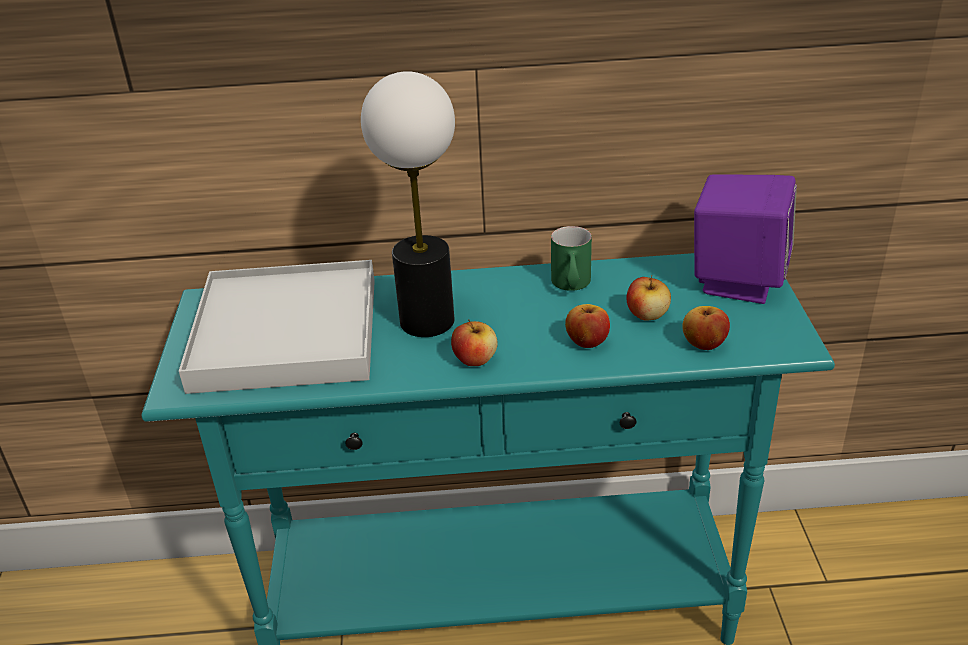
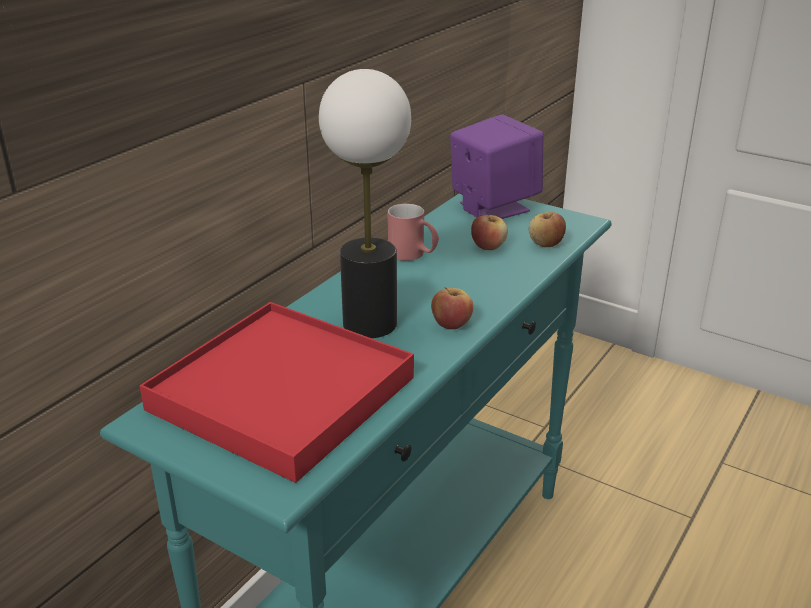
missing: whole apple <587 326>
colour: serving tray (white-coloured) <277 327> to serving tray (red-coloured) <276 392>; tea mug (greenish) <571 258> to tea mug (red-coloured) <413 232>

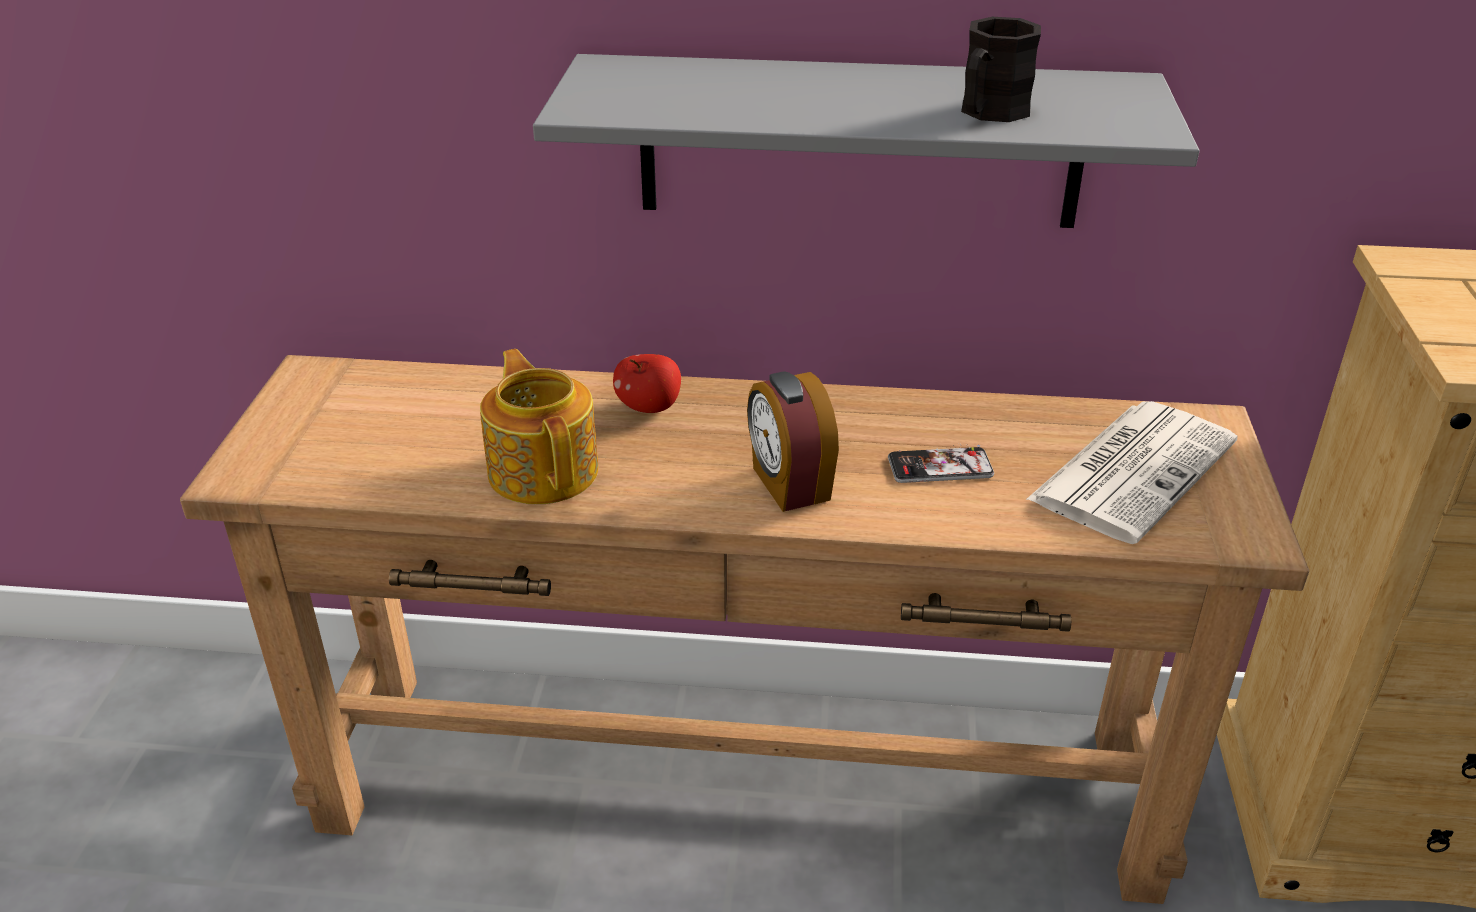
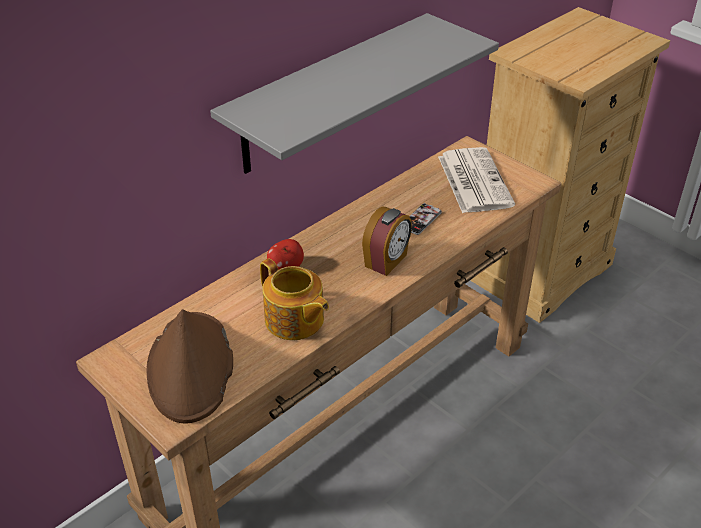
missing: tea mug (black) <1001 69>
appeared: wearable hat (brownish) <189 366>
spun: tea pot <539 426> = <294 299> 150 degrees counterclockwise; bedside clock <793 441> = <387 241> 75 degrees counterclockwise

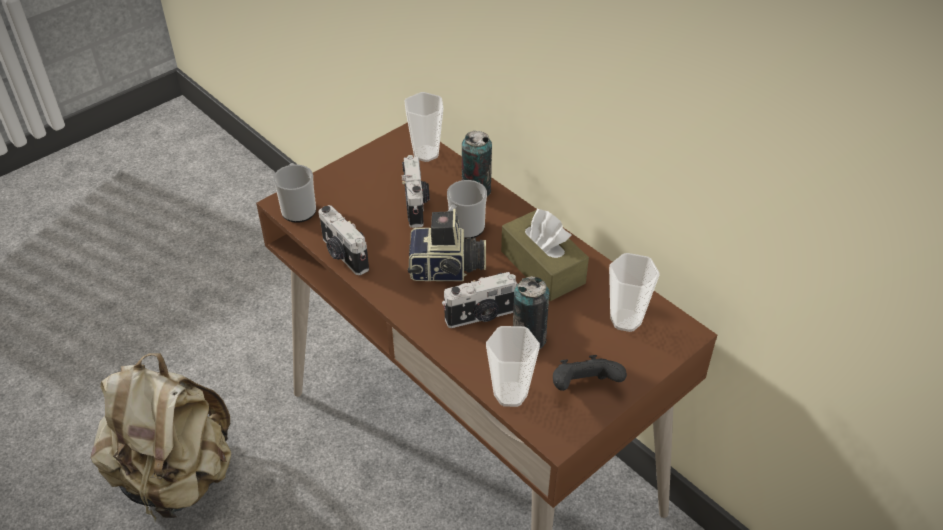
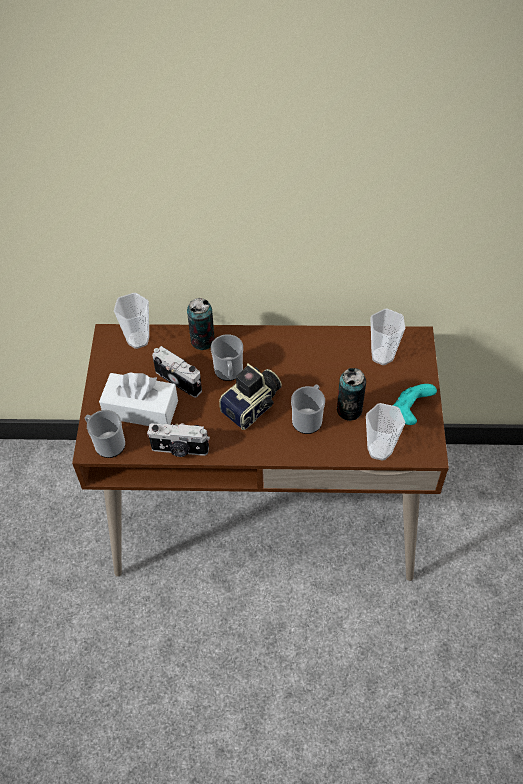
missing: rucksack (beige) <160 438>; tissue box (brownish) <545 255>
appeared: tissue box (white-coloured) <138 399>
exchanged: photo camera <480 300> to tea mug <308 409>
colour: joypad (black) <590 373> to joypad (blue-green) <414 404>

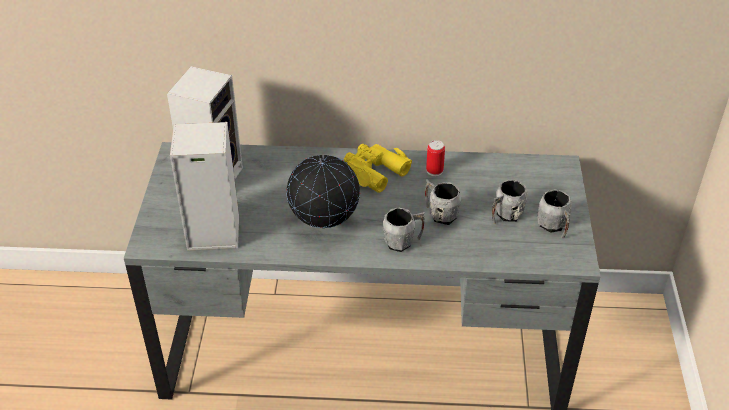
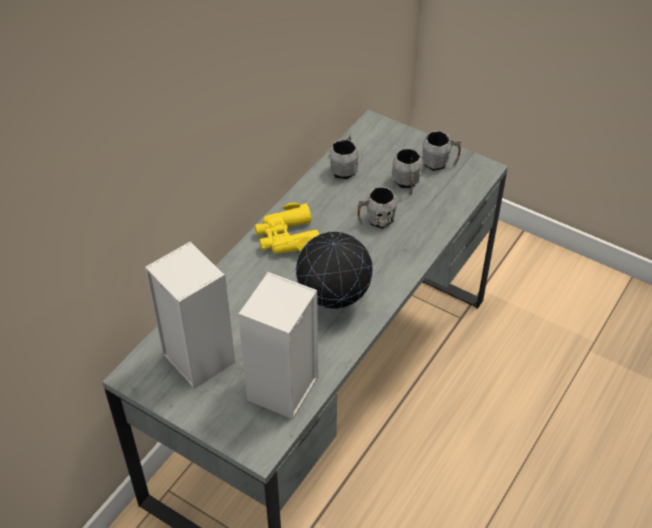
missing: sealed can <435 158>
relocated: tea mug (greyish) <404 229> to <344 155>

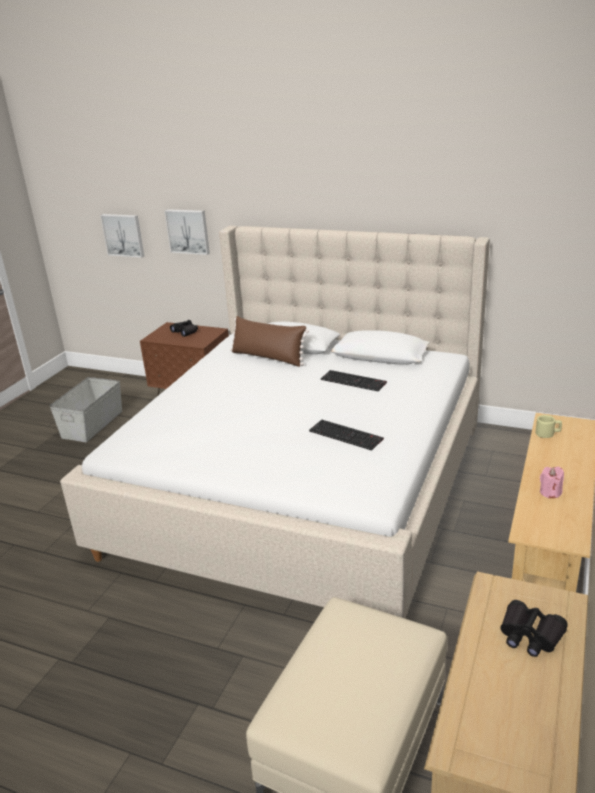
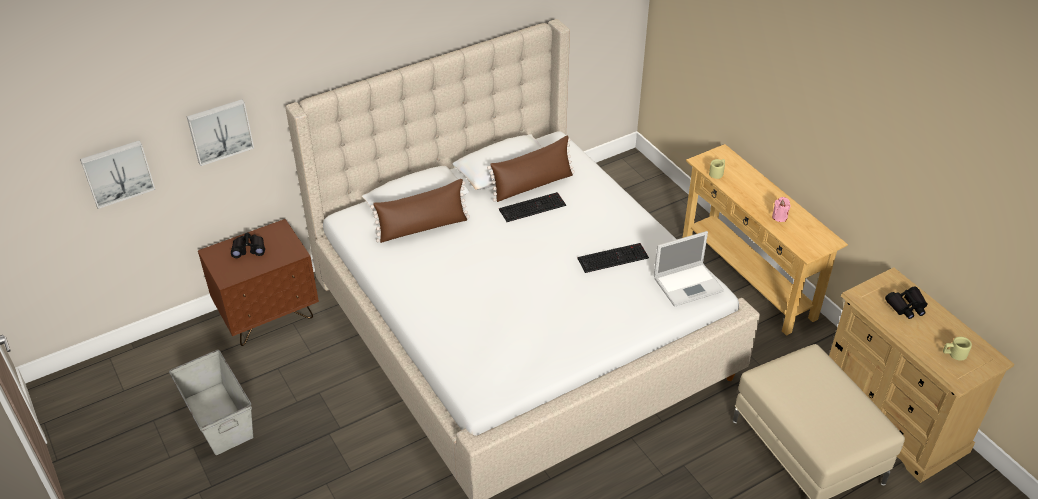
appeared: pillow (brownish) <531 169>; notebook computer <689 269>; tea mug (beige) <957 349>

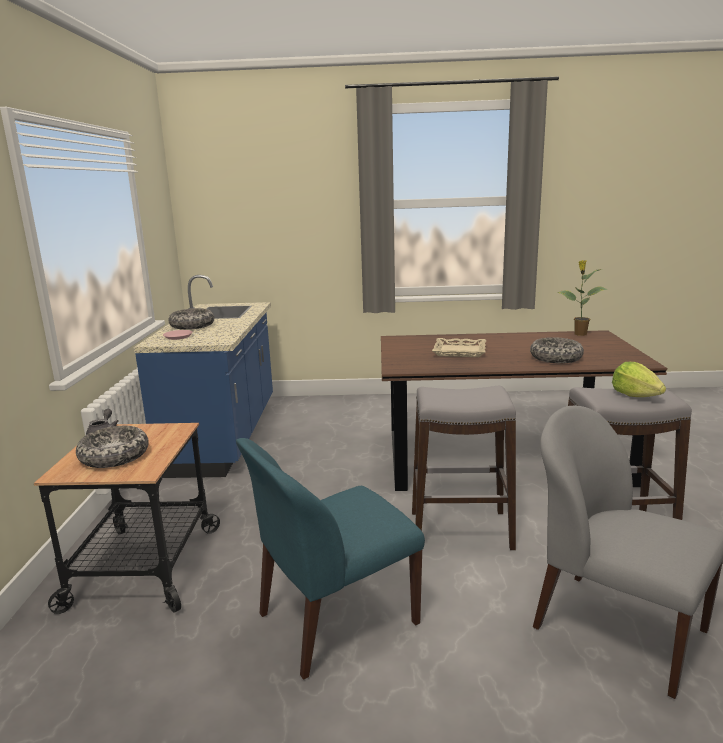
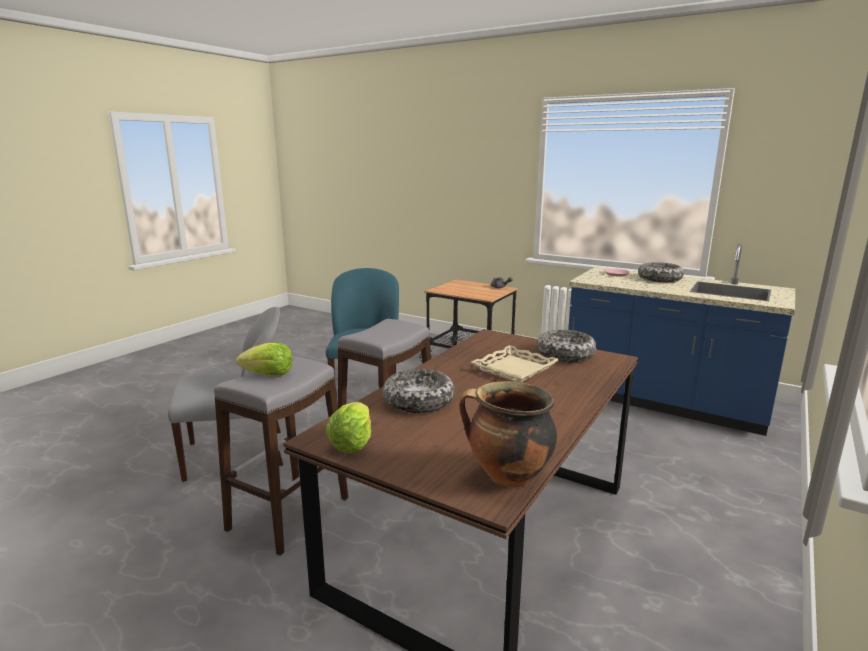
appeared: lettuce head <348 427>
relocated: serving bowl <112 447> to <566 346>
exchanged: houseplant <582 298> to saucepot <508 434>

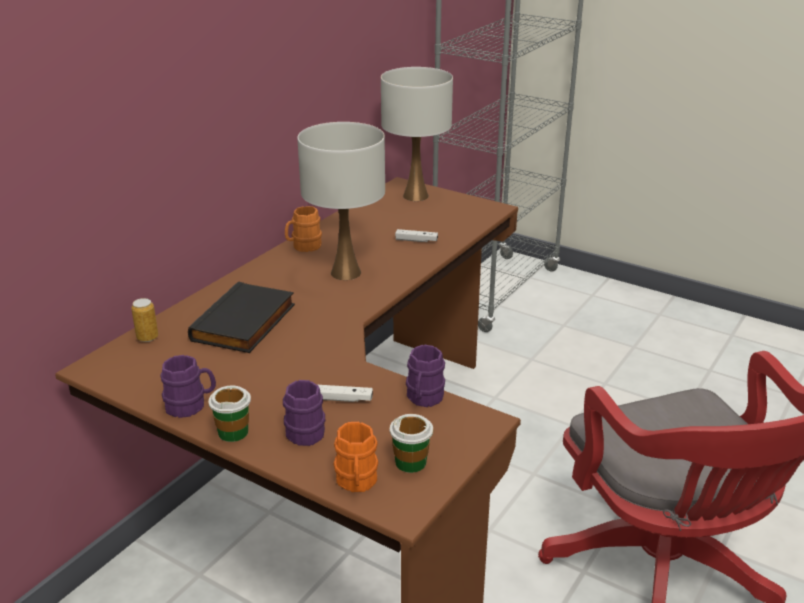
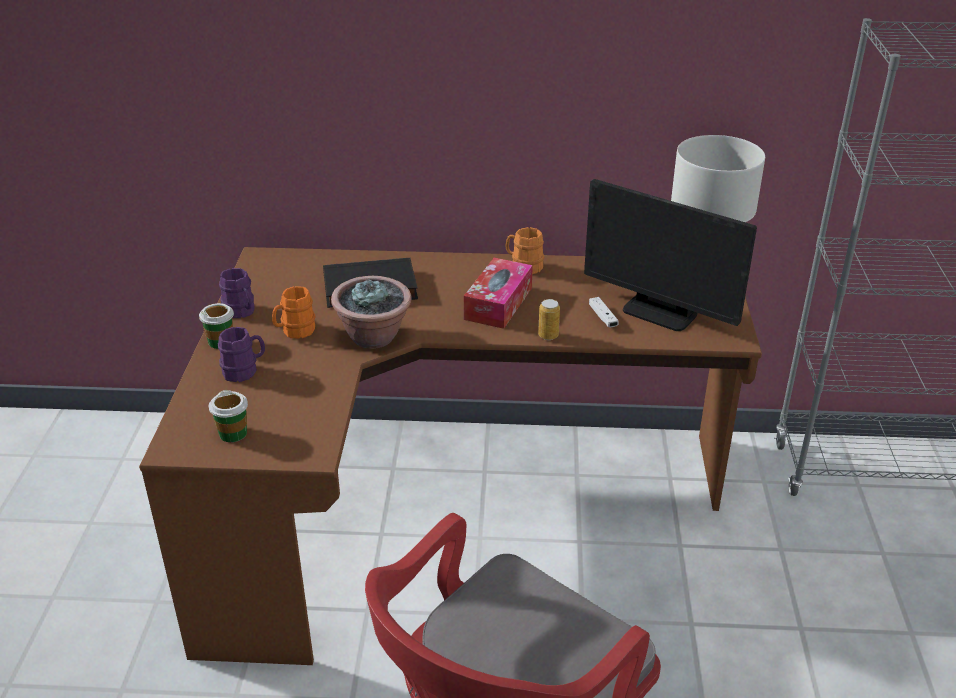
missing: joypad (white-coloured) <345 393>; tea mug (purplish) <425 376>
appeared: houseplant <371 312>; computer display <670 255>
relocated: tea mug (orange) <356 457> to <293 312>; sealed can <144 320> to <549 319>
exchanged: lamp for a table (white-coloured) <341 201> to tissue box <498 293>

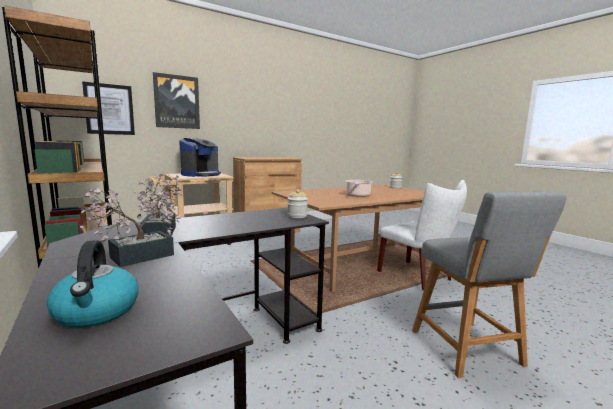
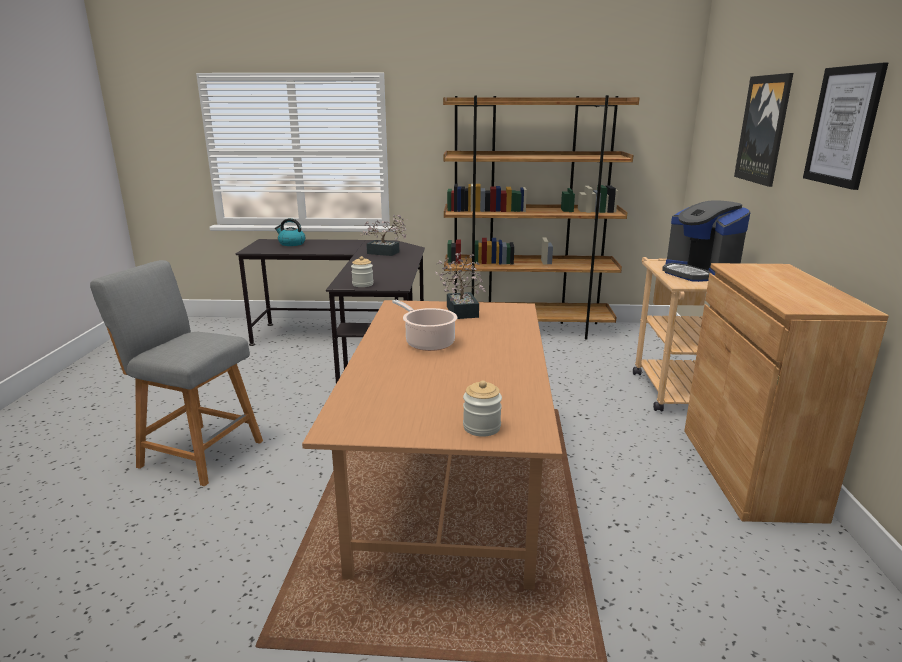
missing: chair (white-coloured) <422 235>
relocated: houseplant <130 227> to <460 286>; wall picture <108 108> to <845 126>

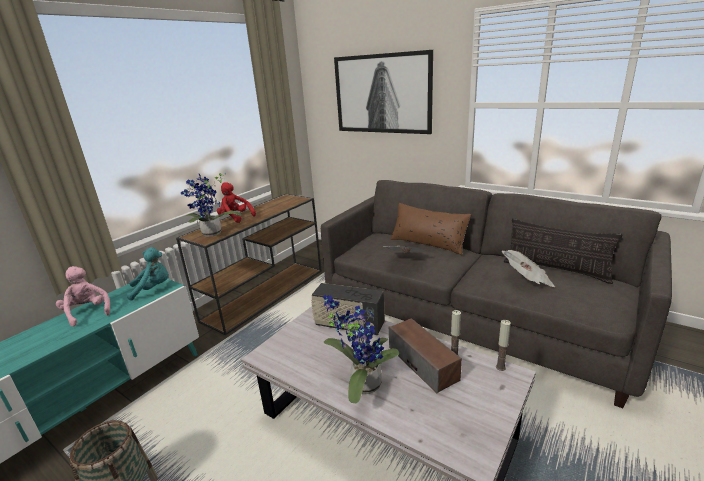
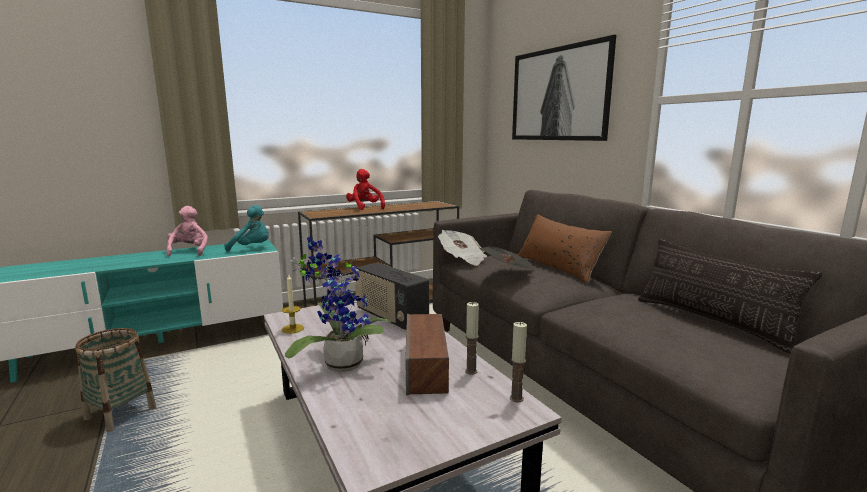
missing: houseplant <211 205>
appeared: candle <293 304>
relocated: newspaper <528 268> to <462 248>

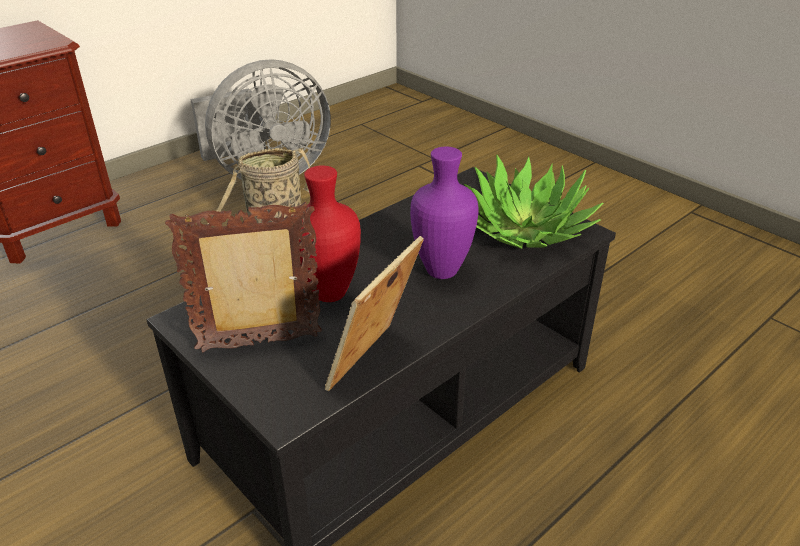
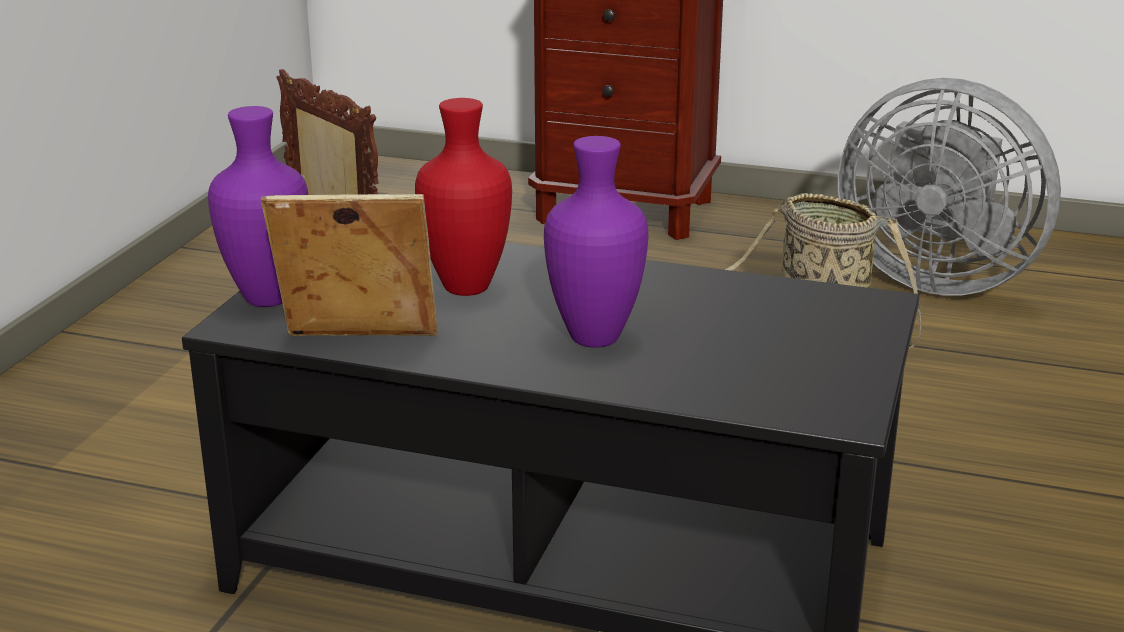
missing: houseplant <534 201>
appeared: flower vase (purplish) <258 206>

